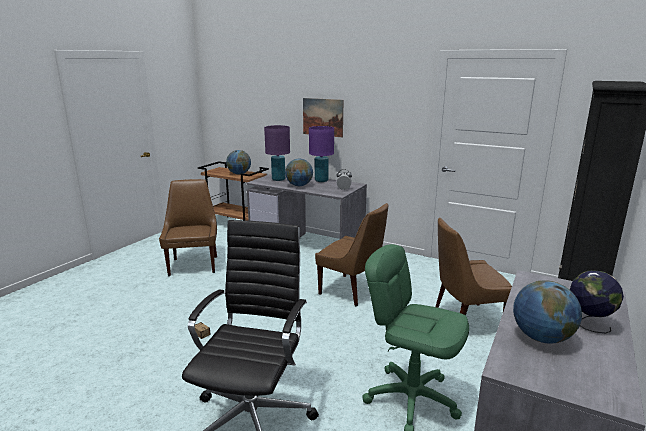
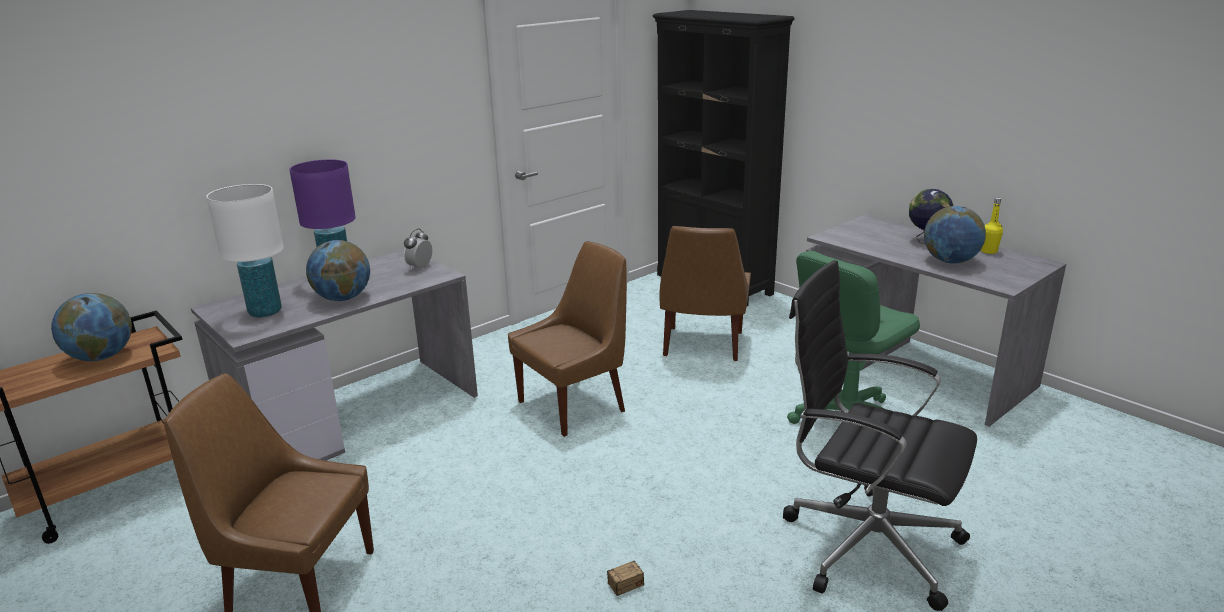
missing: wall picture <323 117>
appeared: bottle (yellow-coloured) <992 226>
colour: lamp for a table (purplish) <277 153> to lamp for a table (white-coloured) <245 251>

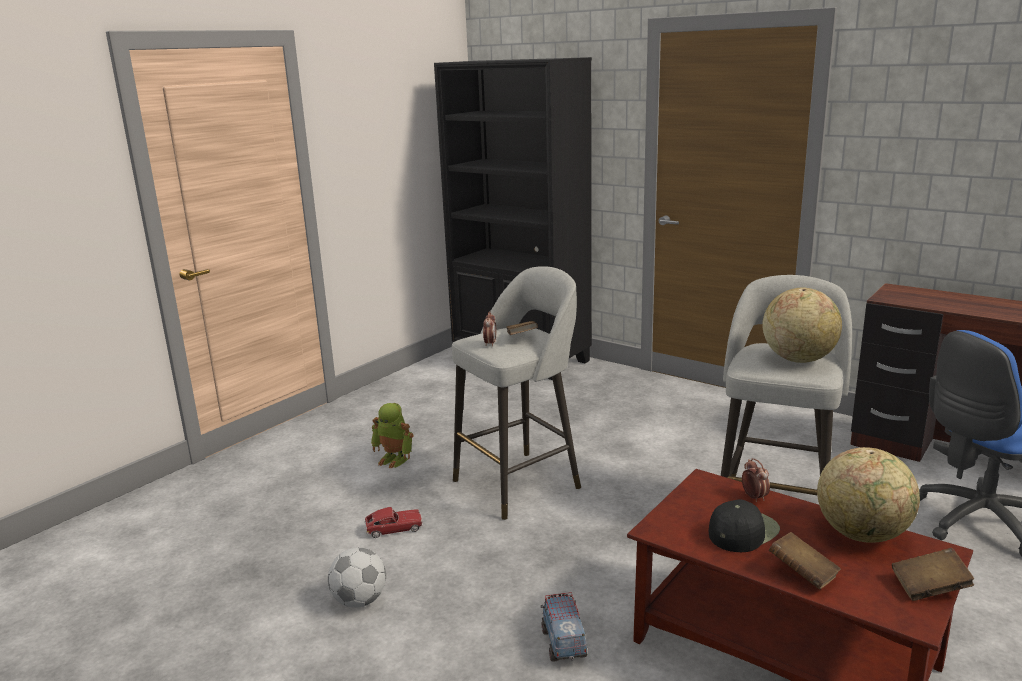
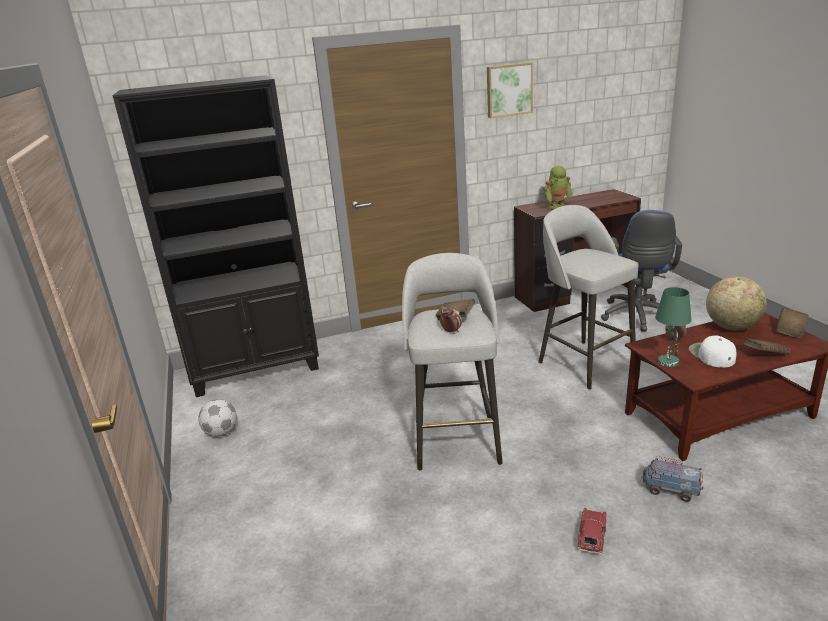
missing: globe <802 325>
appeared: wall picture <510 90>; lamp for a table (greenish) <673 327>
relocated: football ball <357 578> to <217 418>; robot figure <392 436> to <557 188>; miniature car <393 522> to <591 530>
colour: peaked cap (black) <744 525> to peaked cap (white-coloured) <713 352>

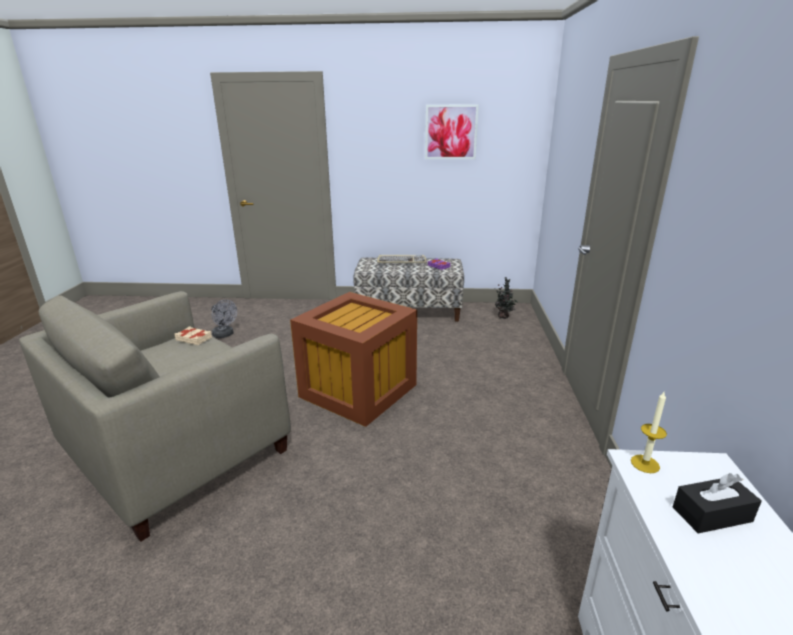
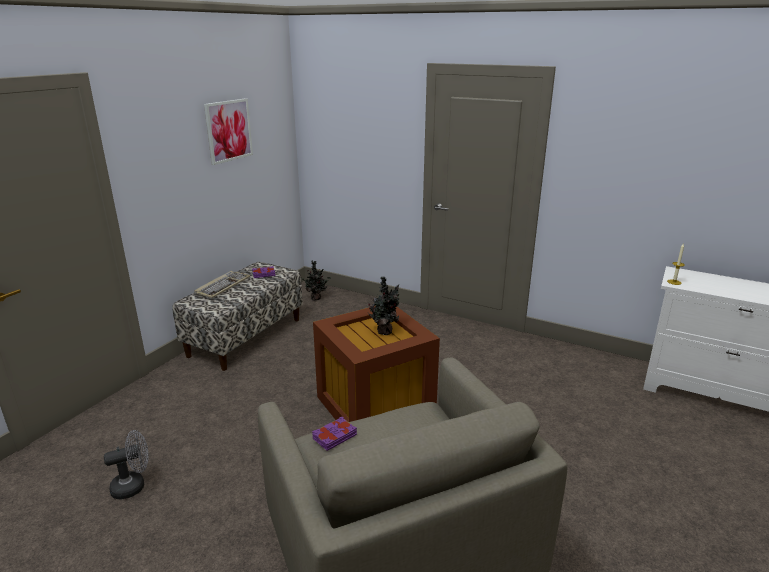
missing: tissue box (black) <717 503>
appeared: houseplant <383 306>
colour: volume (beige) <193 335> to volume (purplish) <334 433>

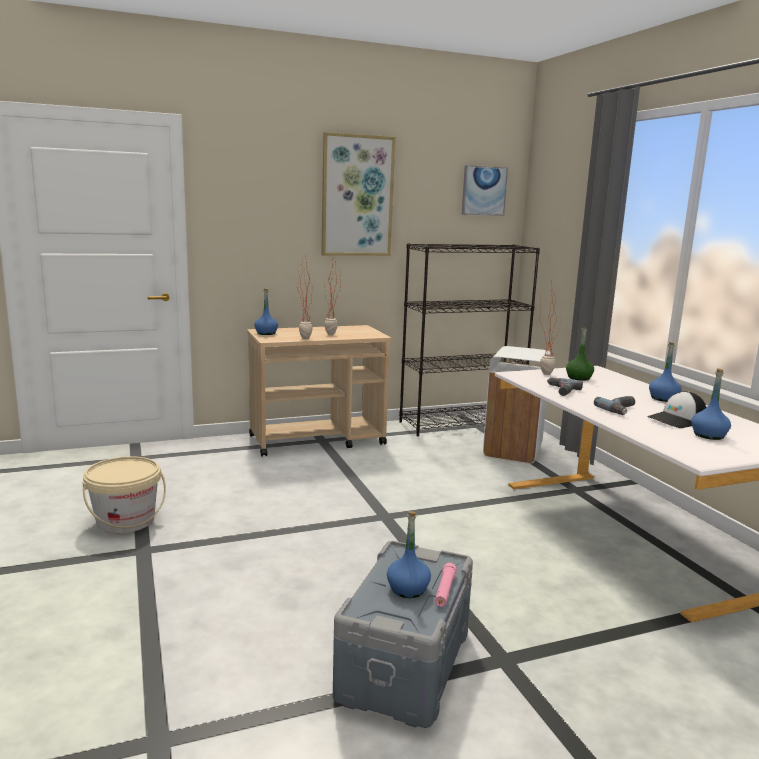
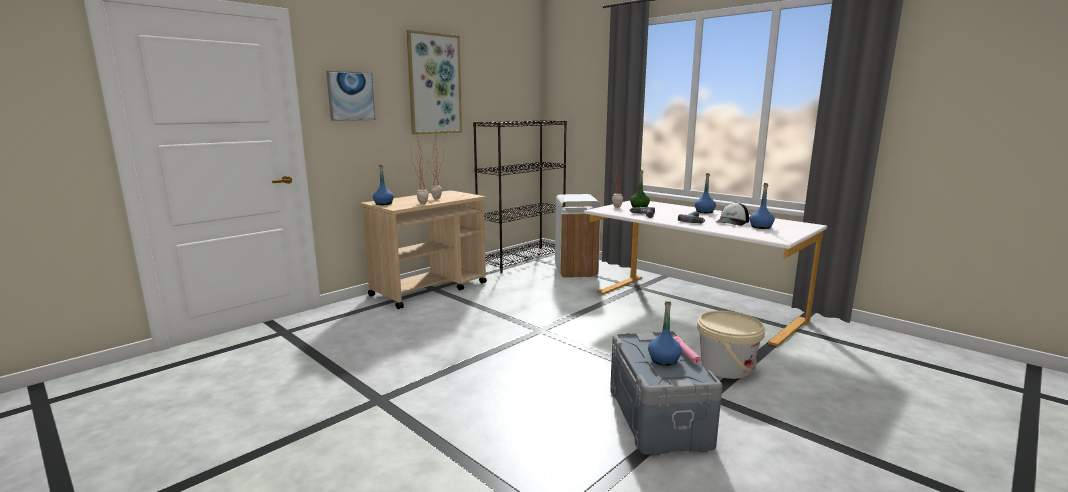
relocated: wall picture <485 190> to <351 96>; water bucket (beige) <124 495> to <731 345>

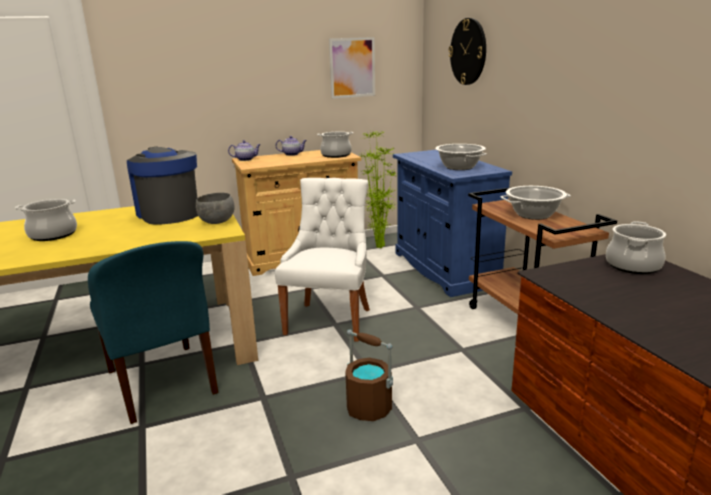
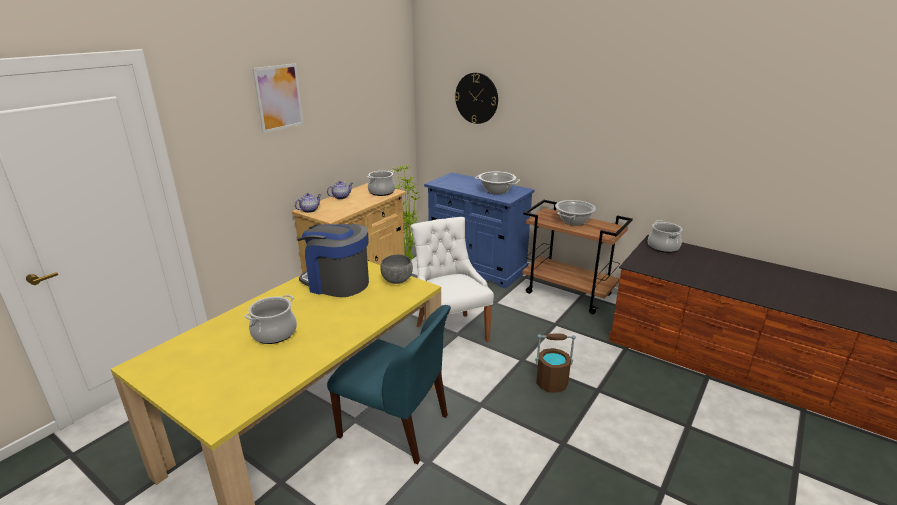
relocated: wall picture <352 68> to <278 98>

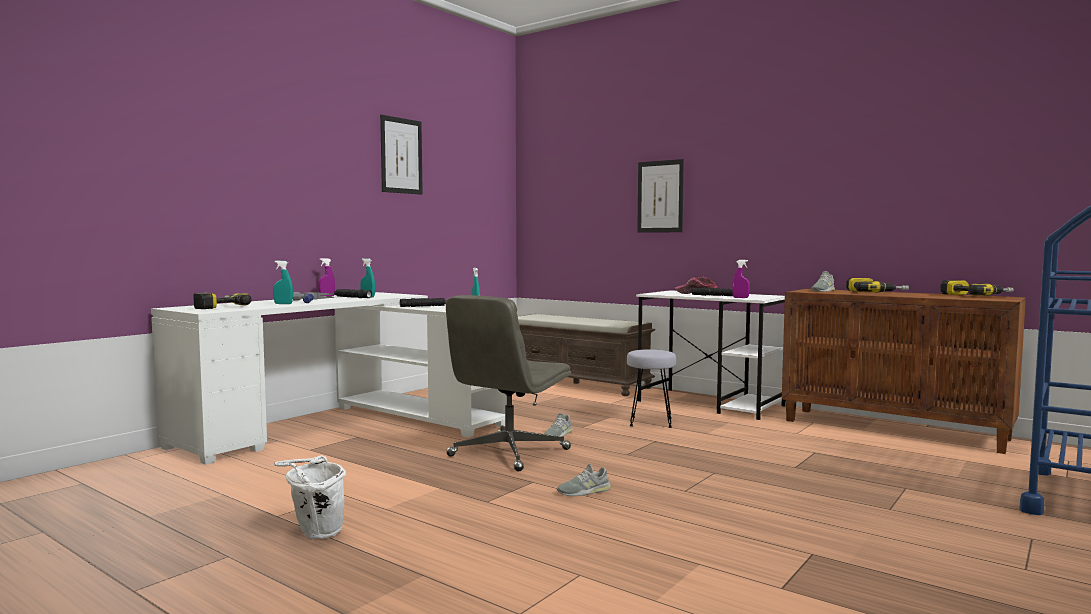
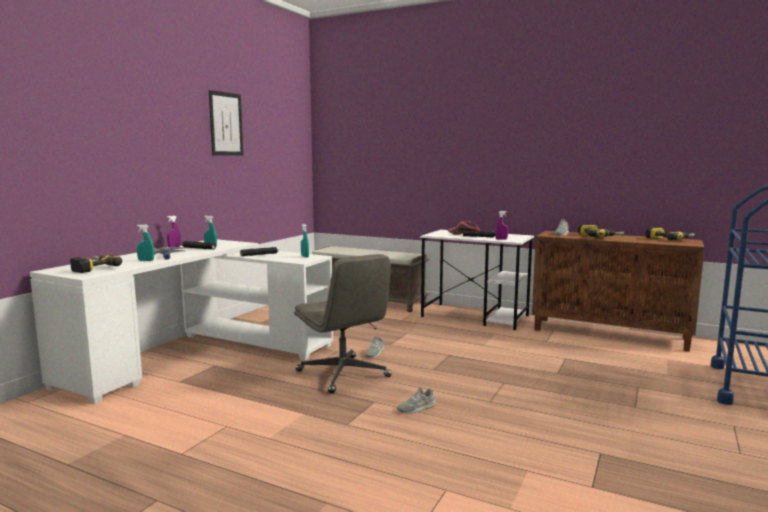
missing: water bucket (white-coloured) <310 497>; stool seat (greyish) <651 388>; wall picture <660 196>
spun: computer chair (greyish) <508 383> = <343 324> 60 degrees counterclockwise

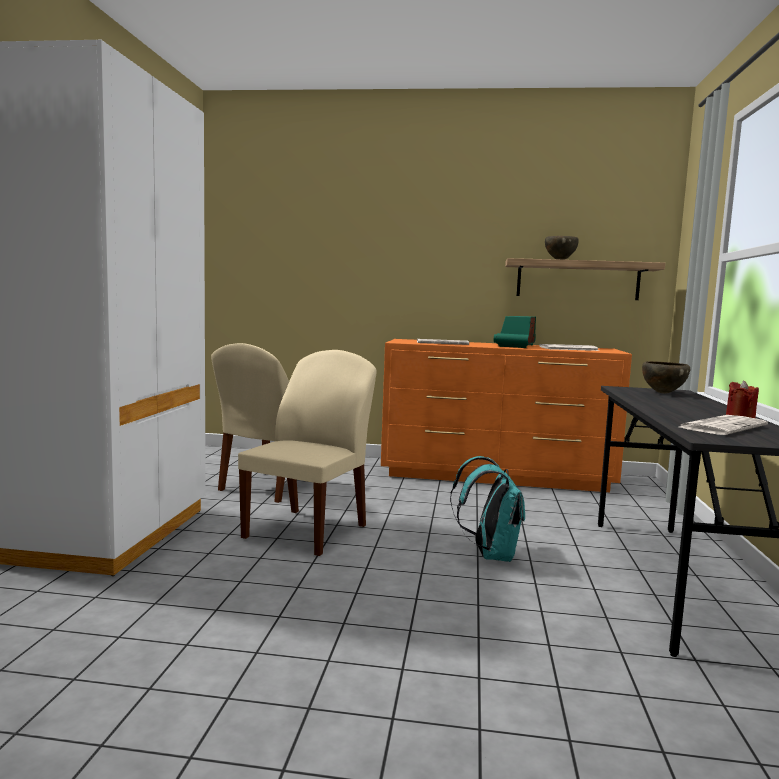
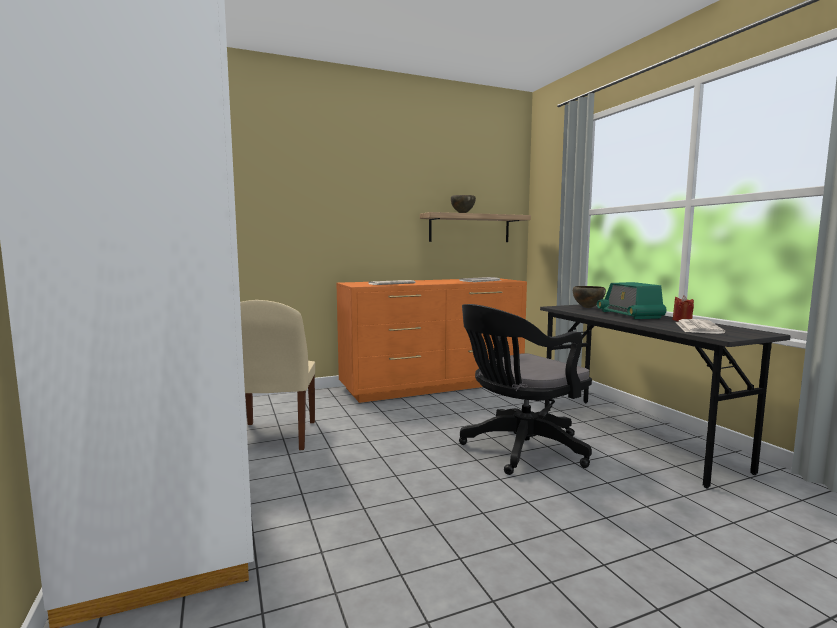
missing: chair (beige) <307 453>
relocated: radio <515 332> to <632 300>
exchanged: rucksack (blue-green) <487 509> to computer chair (black) <525 389>

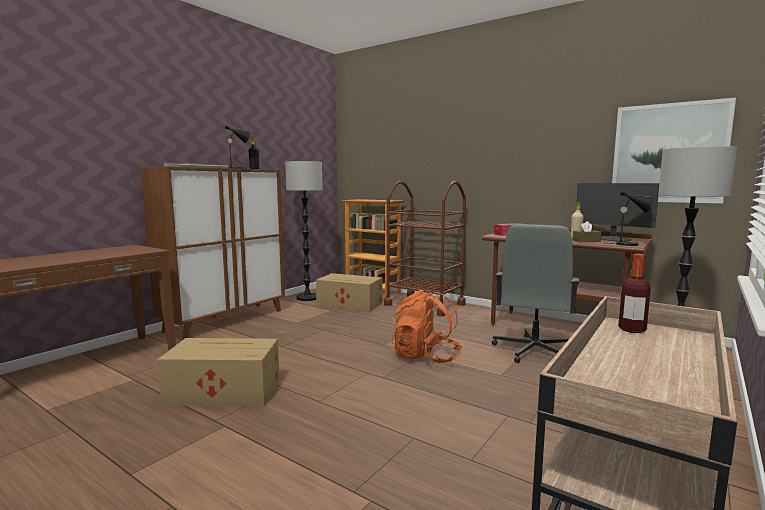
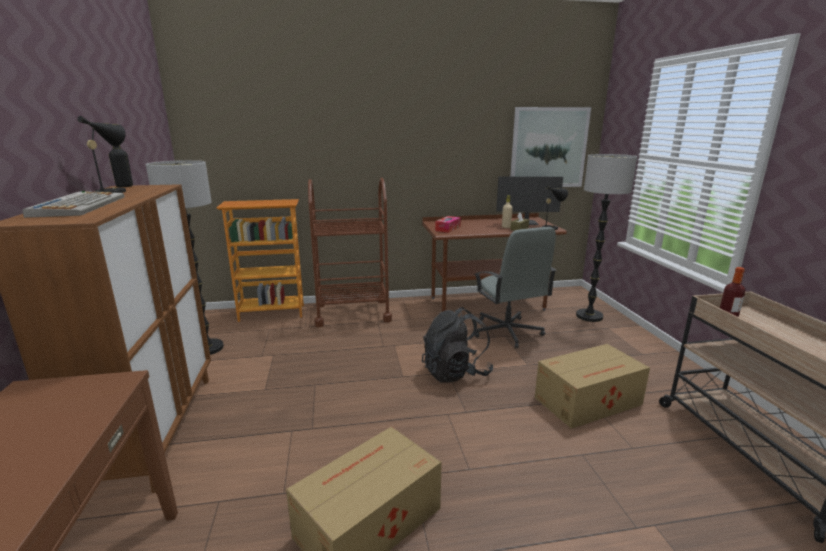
relocated: cardboard box <349 292> to <592 386>
colour: rucksack (orange) <426 326> to rucksack (black) <457 345>

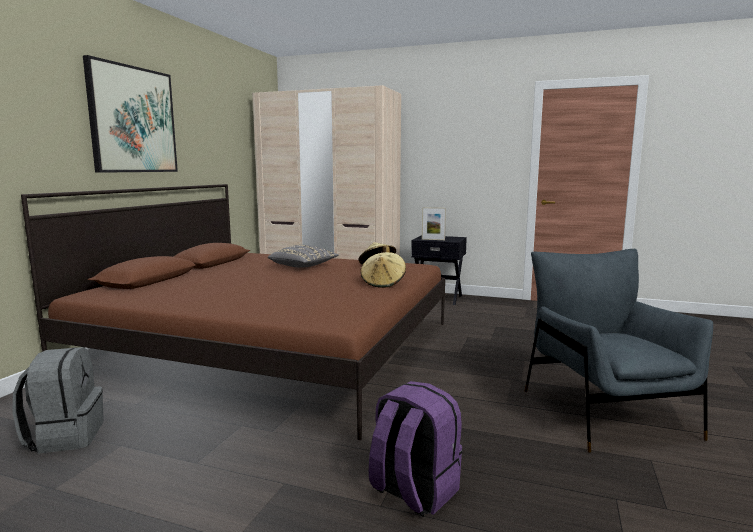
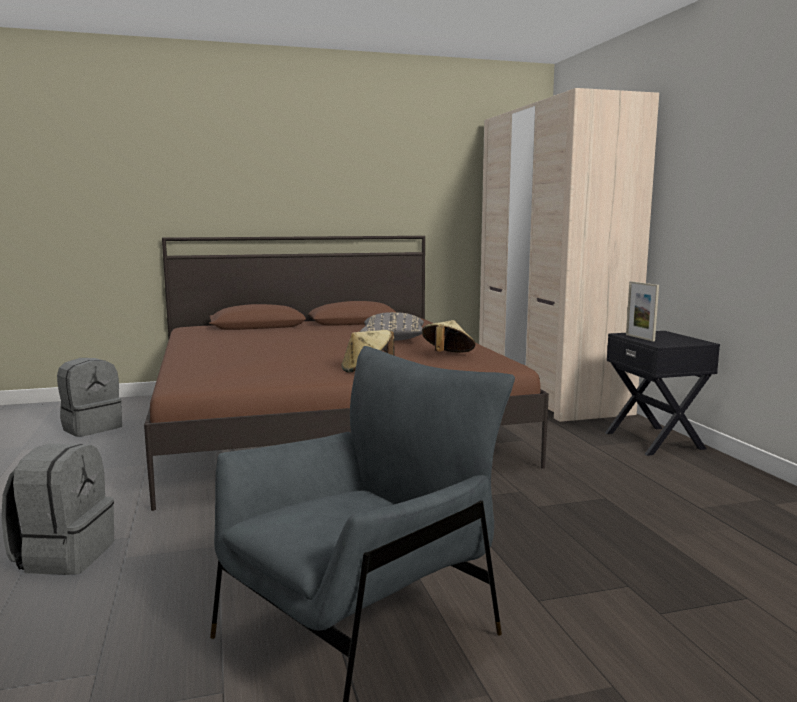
missing: wall picture <130 114>
colour: rucksack (purplish) <415 449> to rucksack (greyish) <57 509>

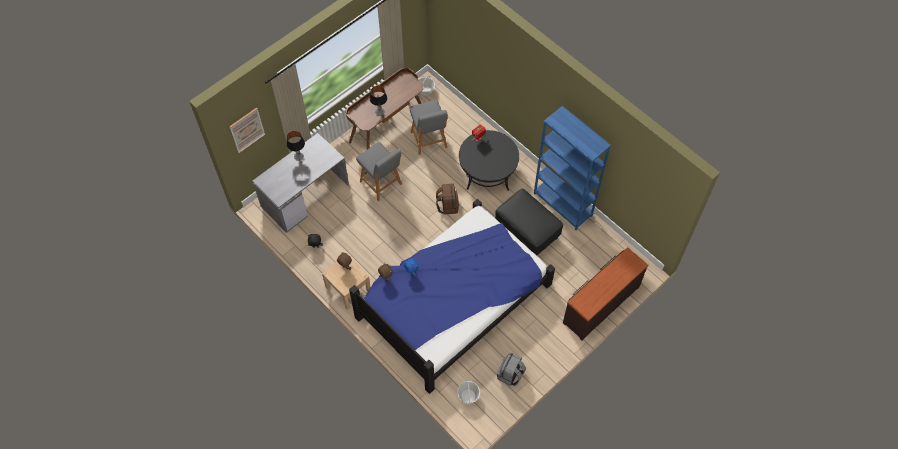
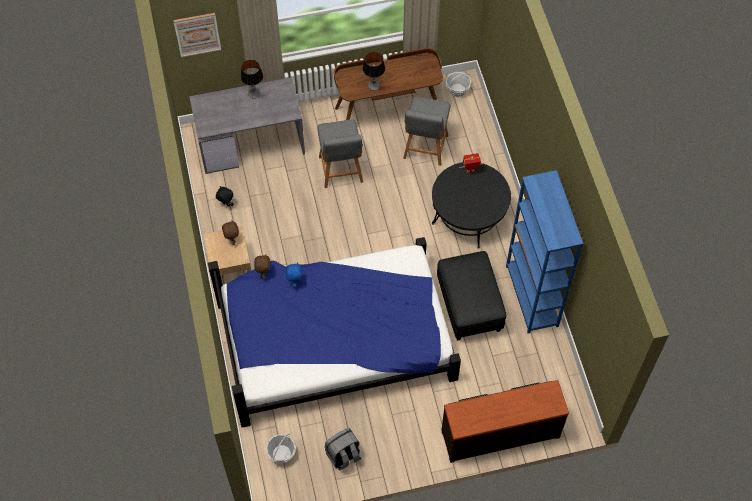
missing: rucksack (brownish) <447 199>

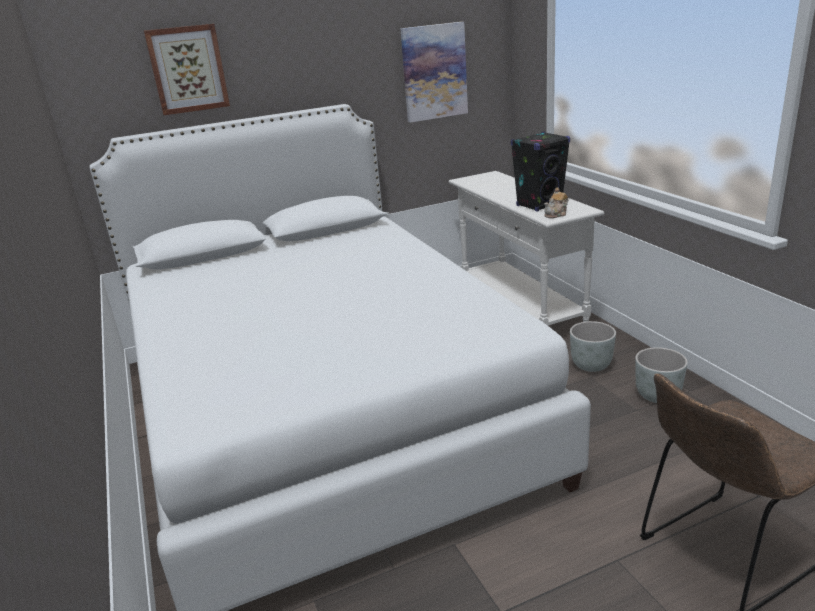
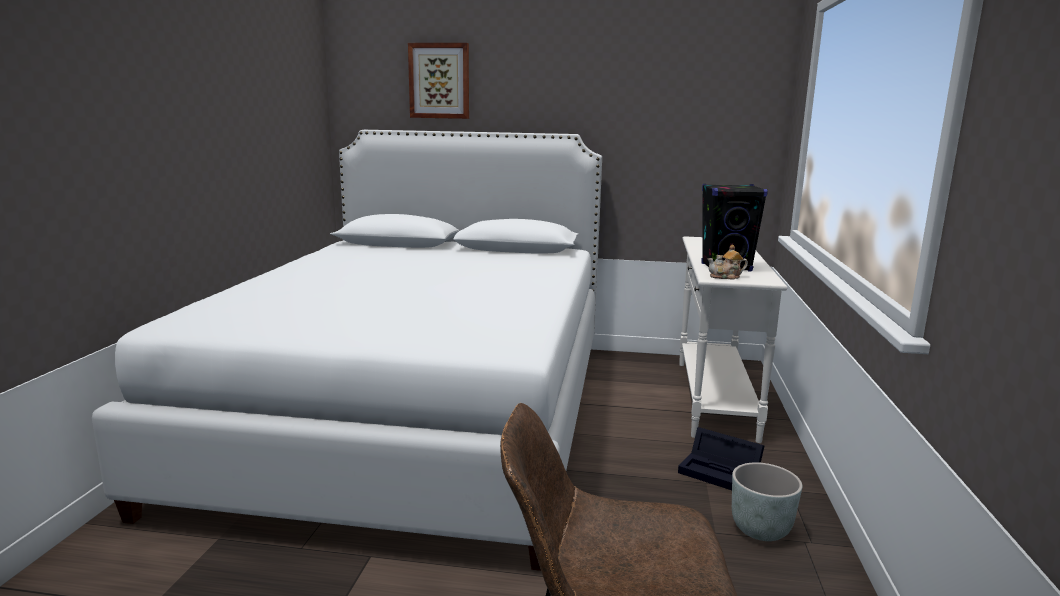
missing: wall picture <434 72>
exchanged: planter (greyish) <593 346> to storage box (black) <721 458>

